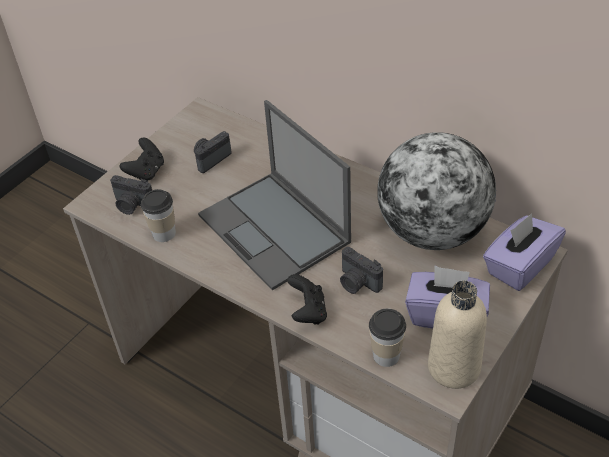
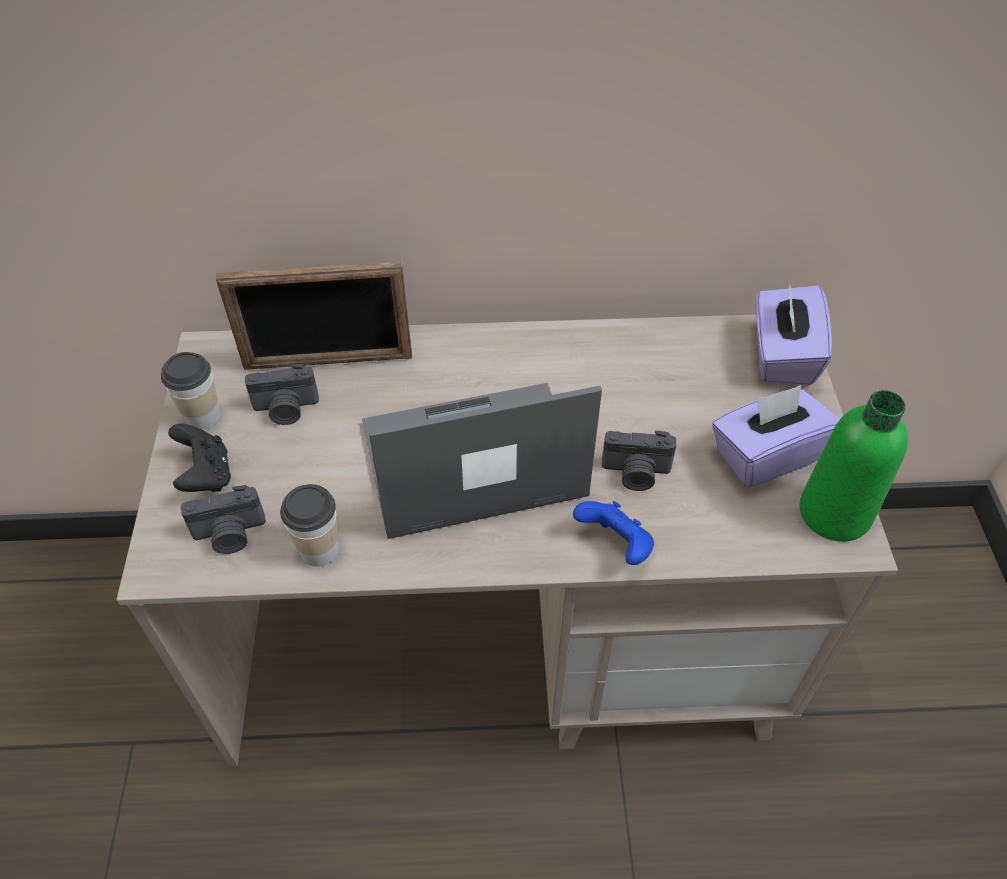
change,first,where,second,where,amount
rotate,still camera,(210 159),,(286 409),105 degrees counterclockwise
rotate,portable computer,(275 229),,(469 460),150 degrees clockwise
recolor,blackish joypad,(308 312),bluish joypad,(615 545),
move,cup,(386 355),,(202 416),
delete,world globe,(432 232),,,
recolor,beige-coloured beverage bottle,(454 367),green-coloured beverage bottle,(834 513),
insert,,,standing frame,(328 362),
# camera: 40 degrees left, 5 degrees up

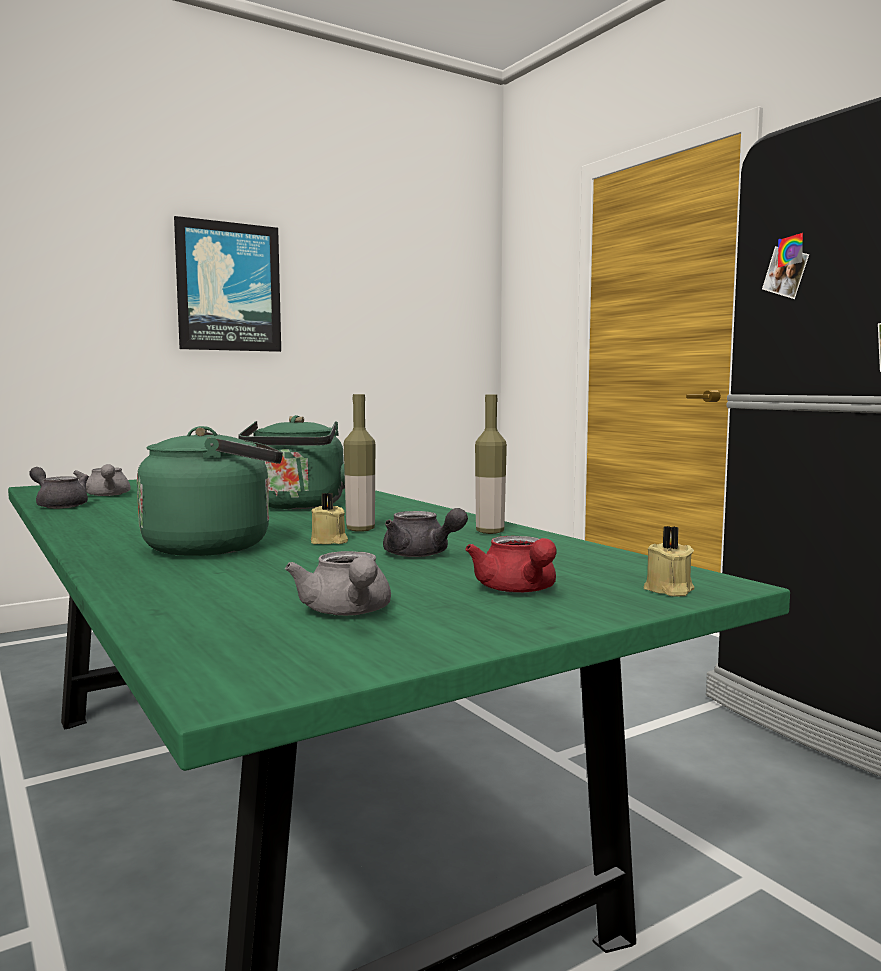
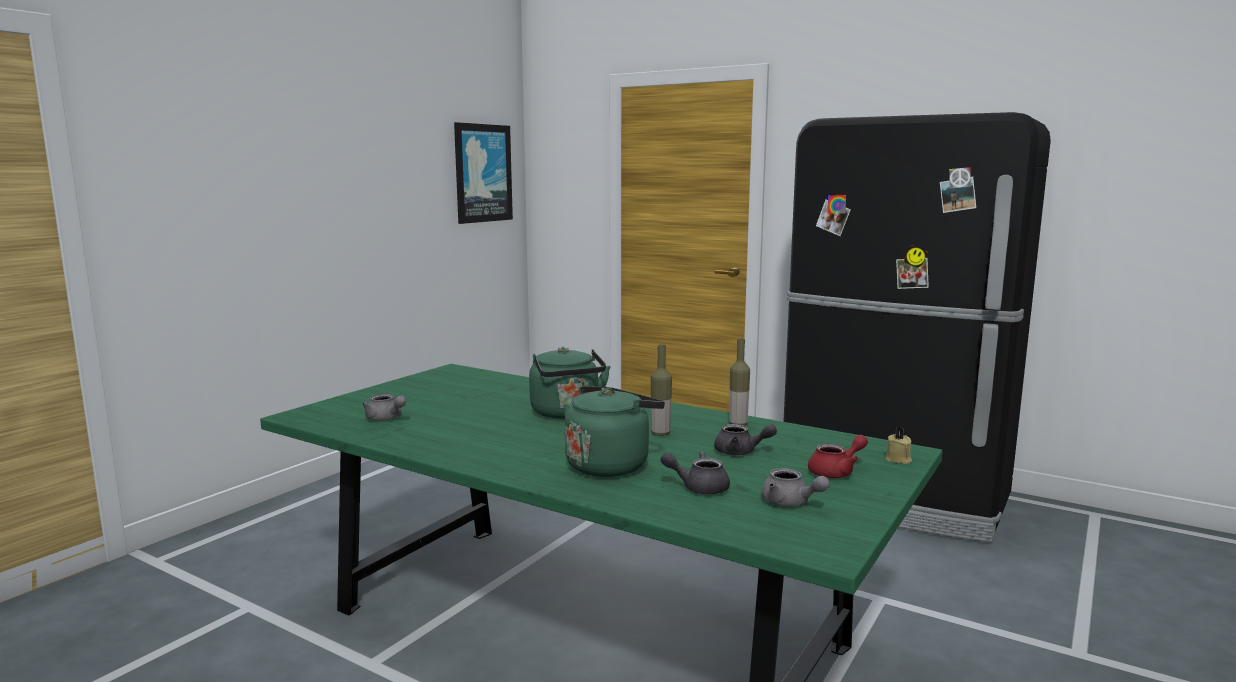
change,first,where,second,where,amount
move,greyish pot for tea,(59 505),,(698 487),
move,wall art,(228 287),,(482 173),
delete,beige-coloured wax light,(329 541),,,
rotate,red-coloured pot for tea,(518 590),,(836 472),75 degrees counterclockwise
# camera: 25 degrees left, 5 degrees up

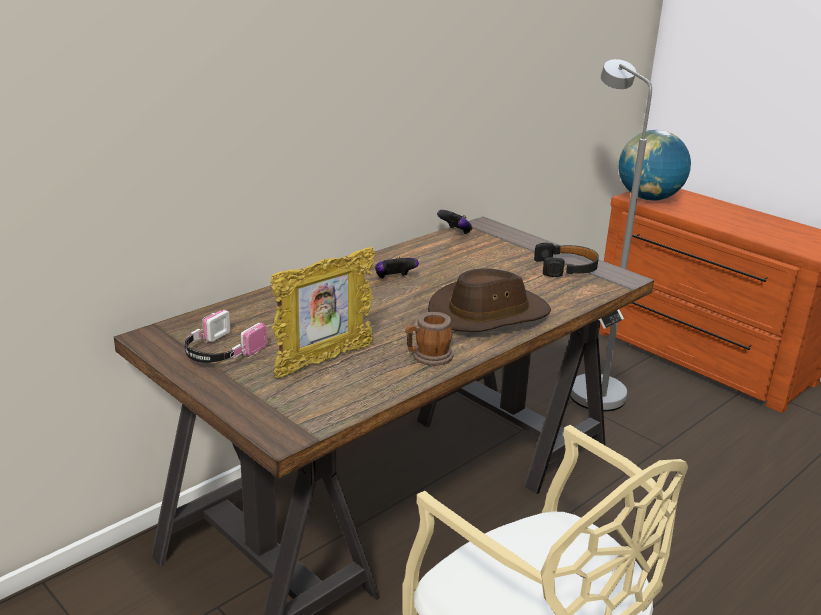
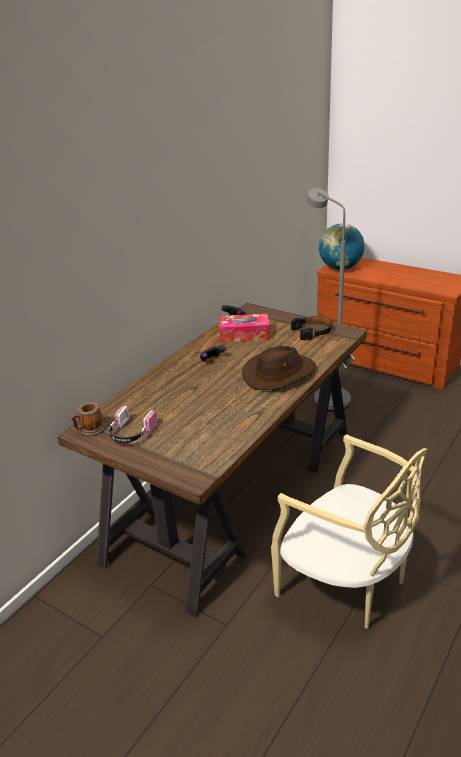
change,first,where,second,where,amount
delete,standing frame,(324 361),,,
move,tea mug,(428 357),,(89 430),
insert,,,box of tissues,(244 335),
# camera: 10 degrees left, 5 degrees up

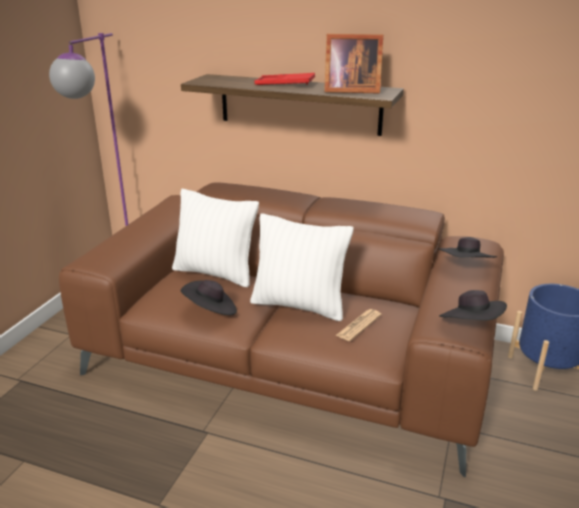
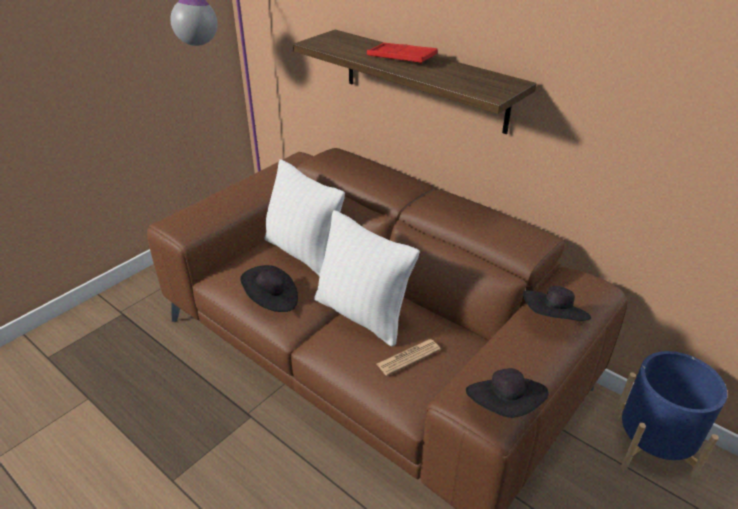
change,first,where,second,where,amount
delete,standing frame,(349 90),,,
# camera: 20 degrees right, 10 degrees up

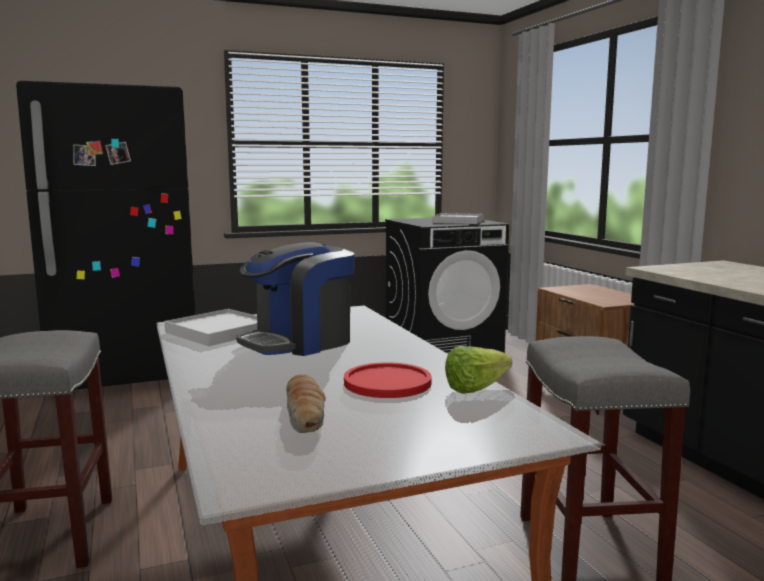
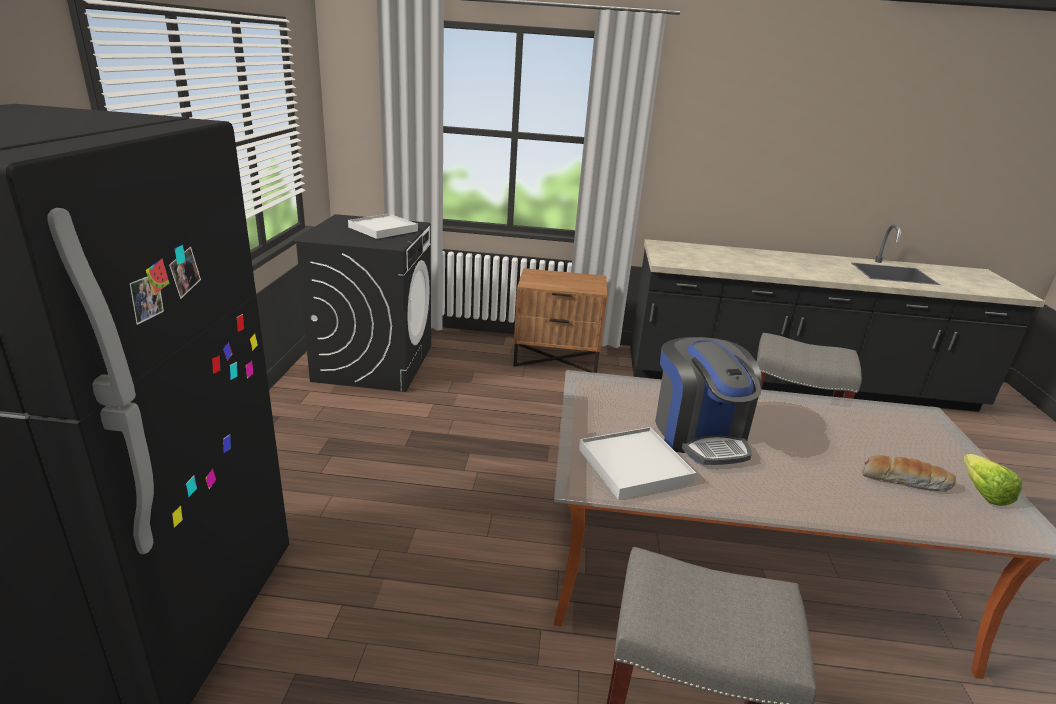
change,first,where,second,where,amount
delete,red-coloured flat dish,(387 382),,,
move,lettuce,(482 388),,(980 490),
# camera: 65 degrees left, 15 degrees up

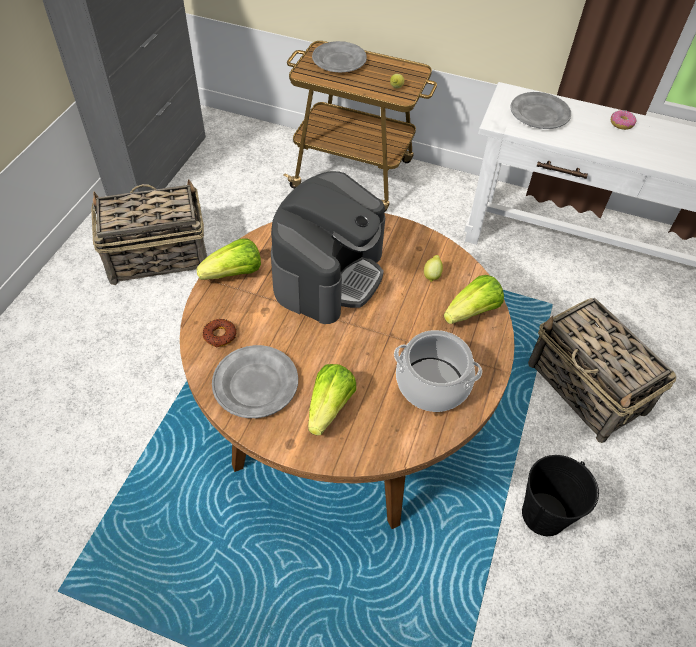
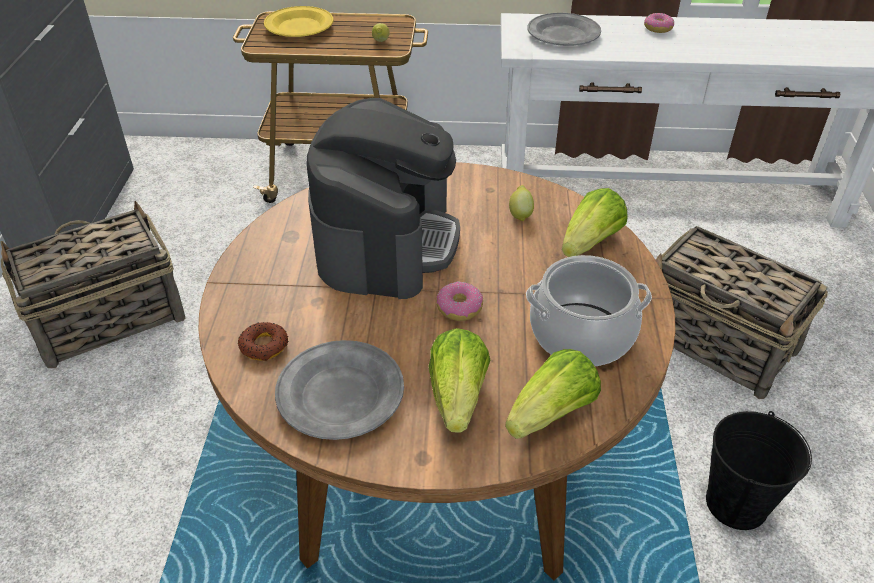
change,first,where,second,where,amount
move,lettuce,(234 273),,(552 414),
recolor,greyish flat dish,(339 61),yellow-coloured flat dish,(299 26),
insert,,,ring doughnut,(459 307),
# camera: 15 degrees left, 10 degrees down

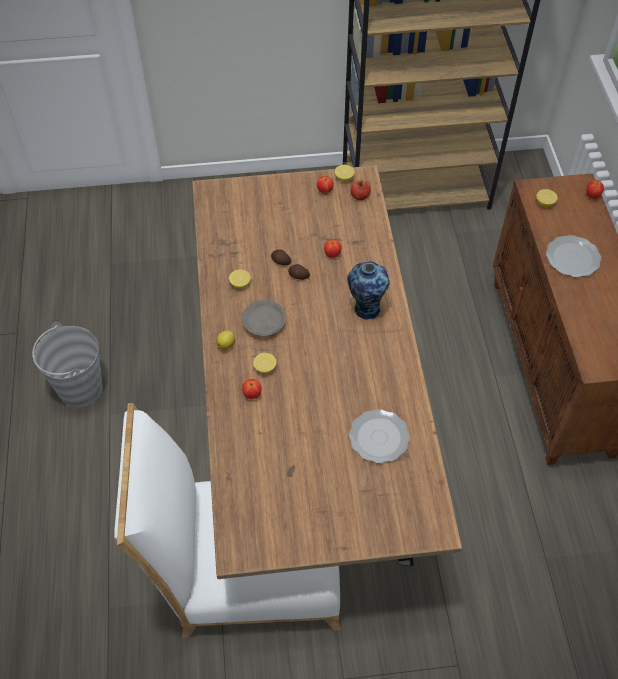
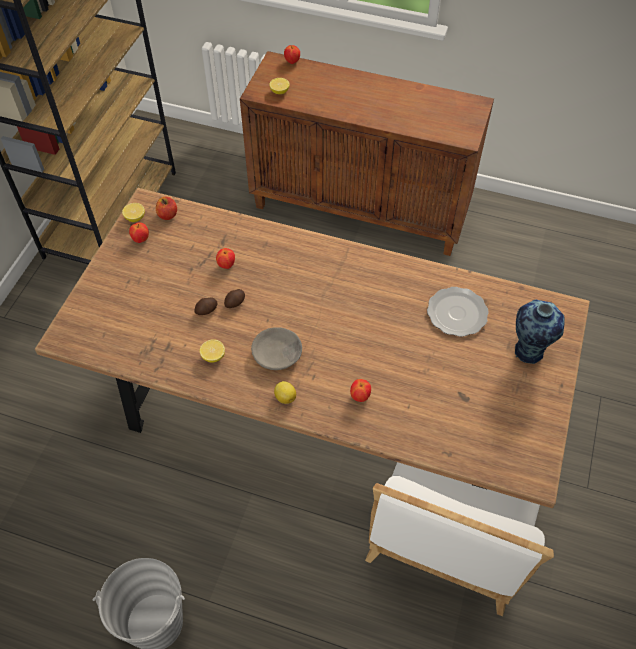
change,first,where,second,where,amount
delete,whole lemon,(265 368),,,
move,flower vase,(365 309),,(527 352),
delete,flat dish,(572 257),,,
# camera: 65 degrees left, 0 degrees up

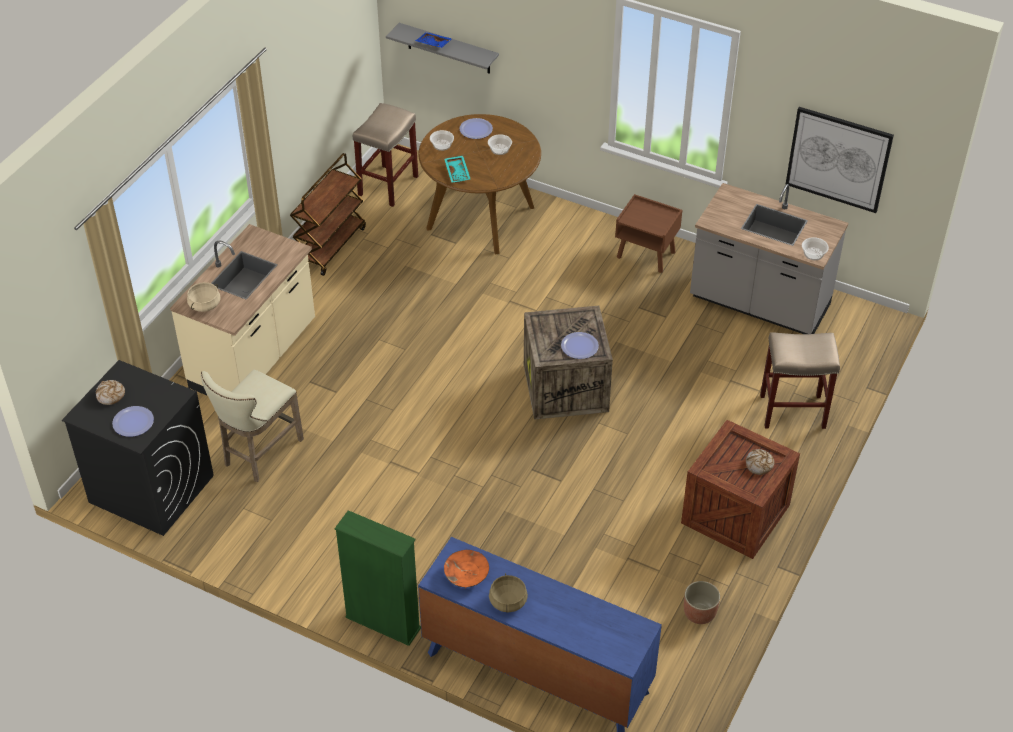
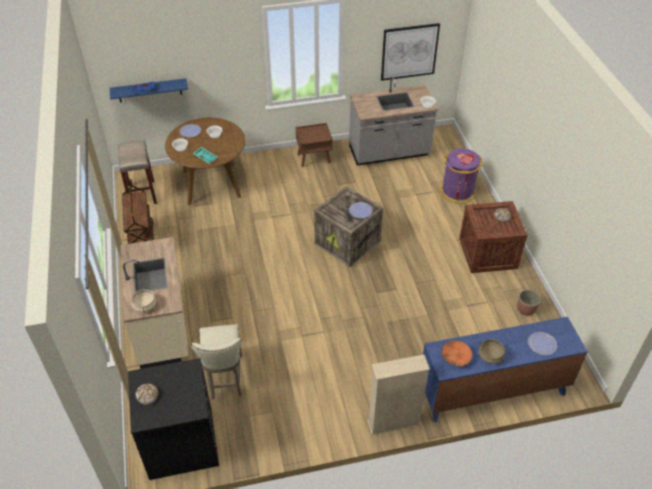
change,first,where,second,where,amount
move,flat dish,(133 422),,(542 344),
recolor,green-coloured shelving unit,(383 623),beige-coloured shelving unit,(393 423),
recolor,greyish wall shelf,(448 49),bluish wall shelf,(149 90),
replace,beige-coloured sitting stool,(793 411),purplish rubbish bin,(457 192),
# camera: 40 degrees left, 0 degrees up

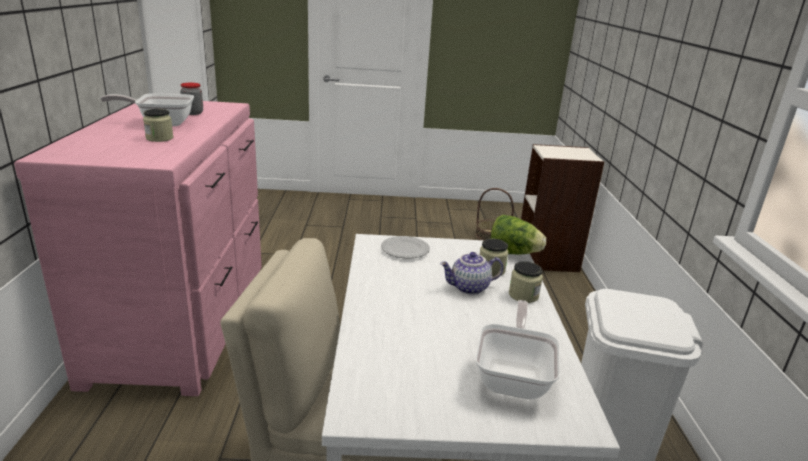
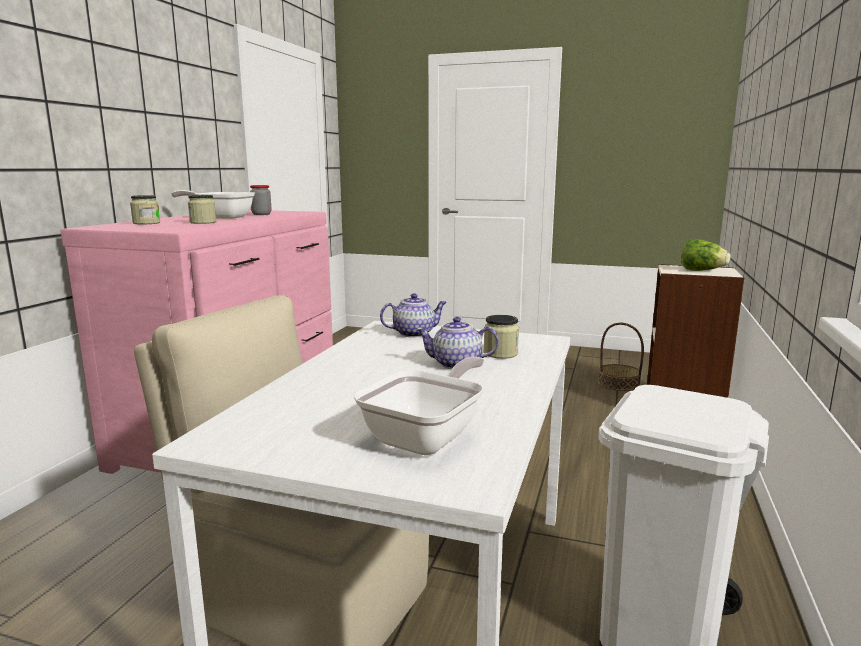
change,first,where,second,where,amount
replace,flat dish,(405 249),pot for tea,(414 333),
move,lettuce,(513 253),,(702 271),
move,jar,(523 295),,(146 223),
# camera: 20 degrees right, 10 degrees down

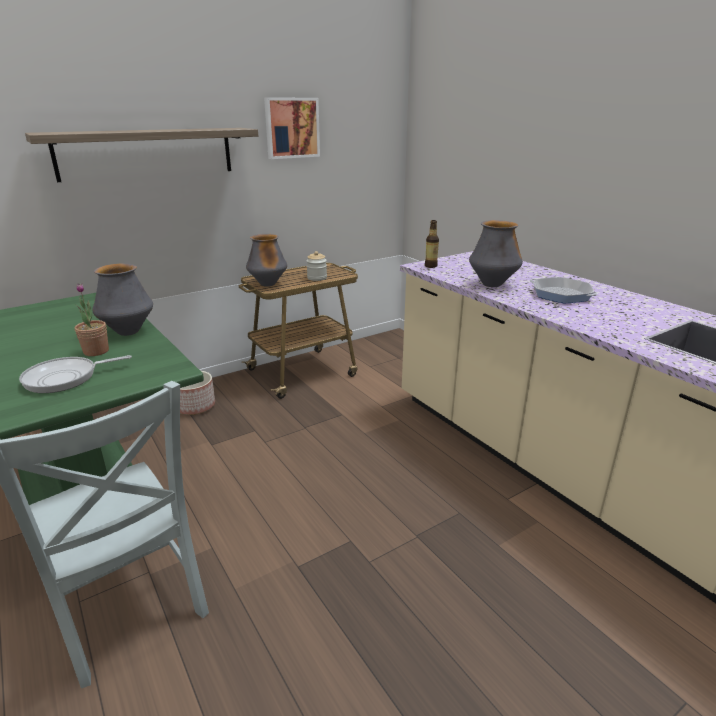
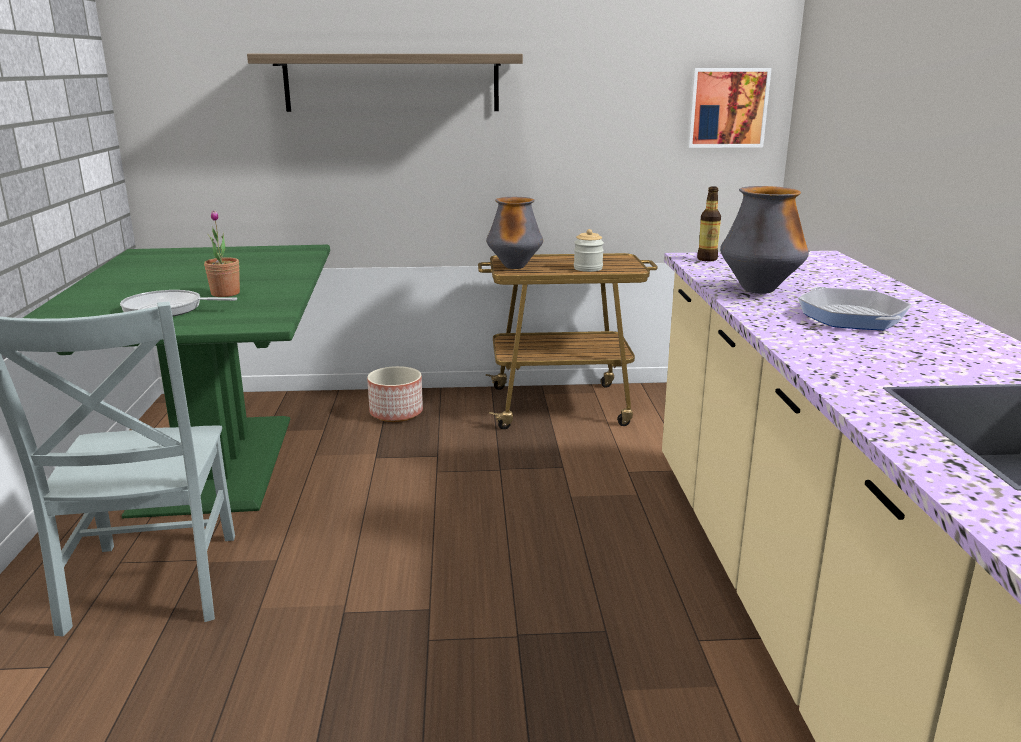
change,first,where,second,where,amount
delete,flower vase,(128 332),,,
move,wall art,(291 128),,(726 107),
# camera: 30 degrees right, 5 degrees down

